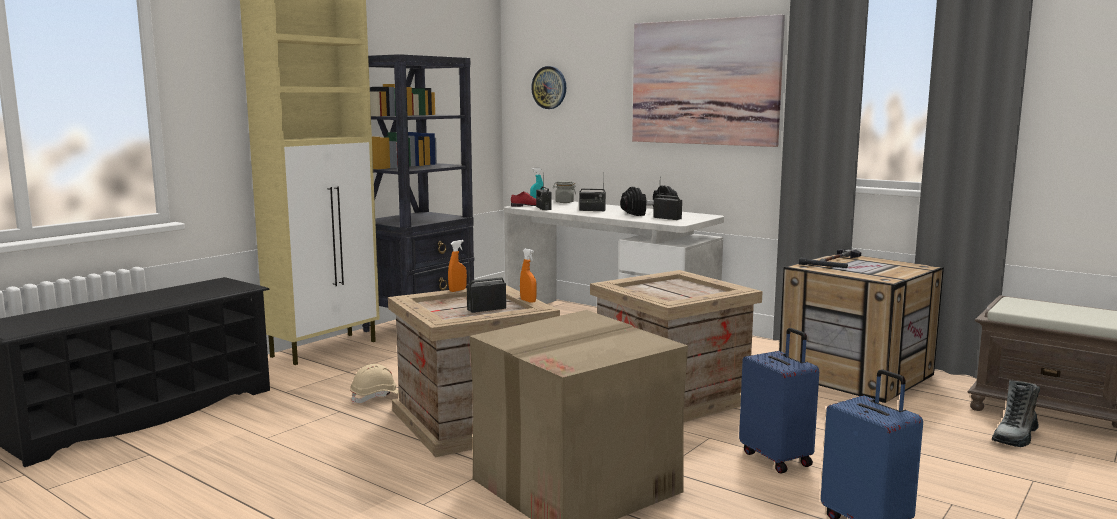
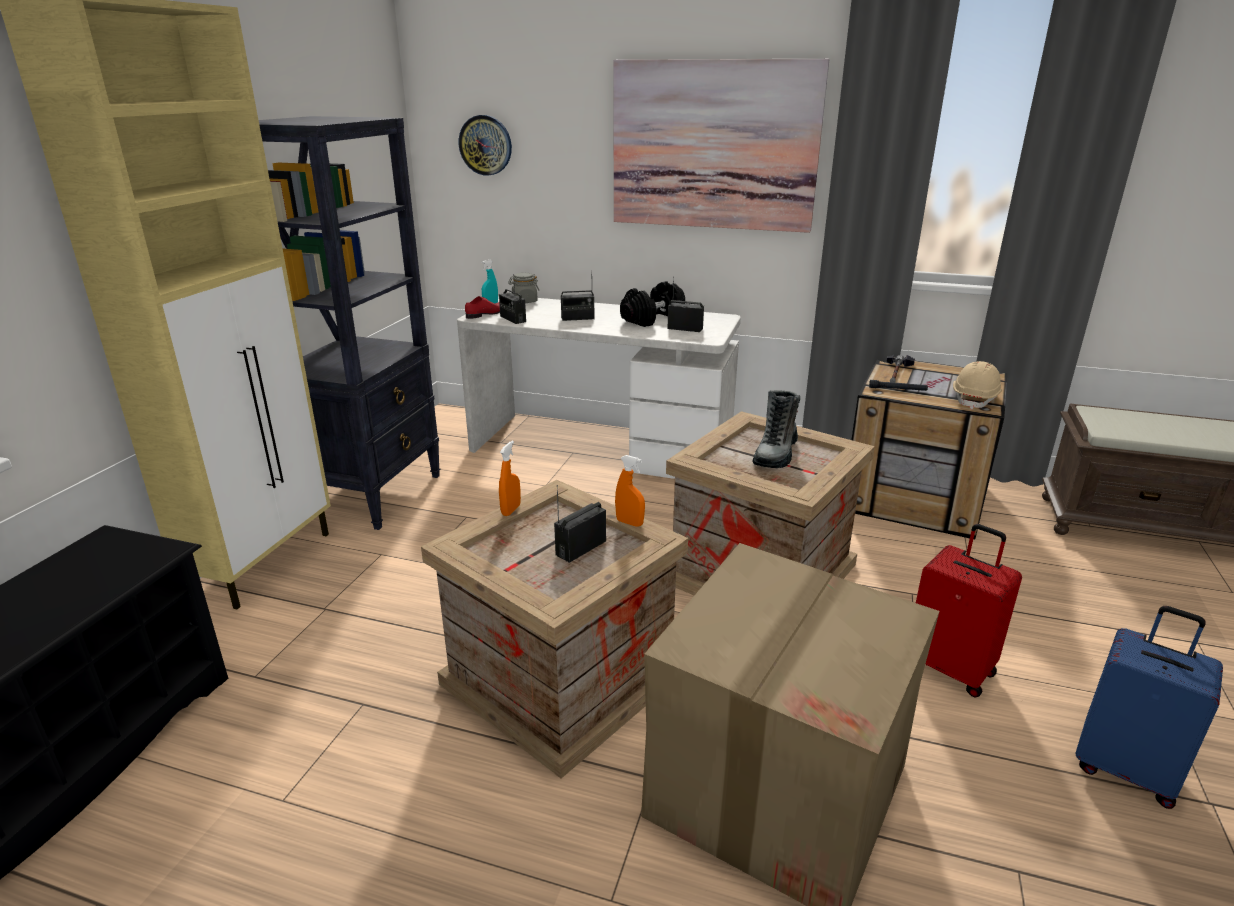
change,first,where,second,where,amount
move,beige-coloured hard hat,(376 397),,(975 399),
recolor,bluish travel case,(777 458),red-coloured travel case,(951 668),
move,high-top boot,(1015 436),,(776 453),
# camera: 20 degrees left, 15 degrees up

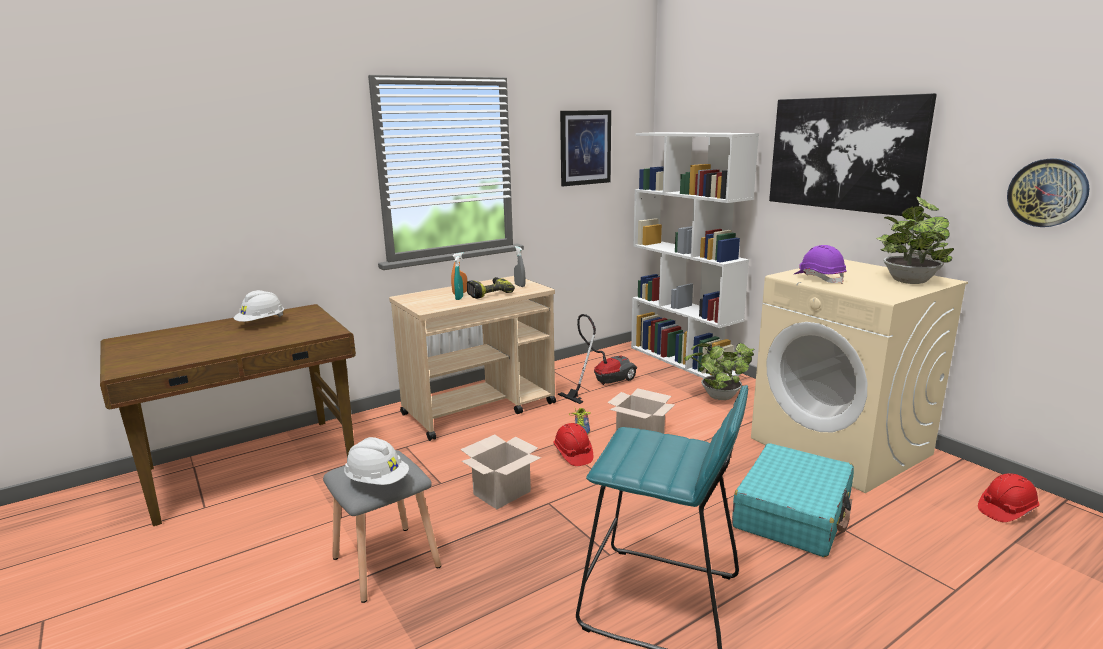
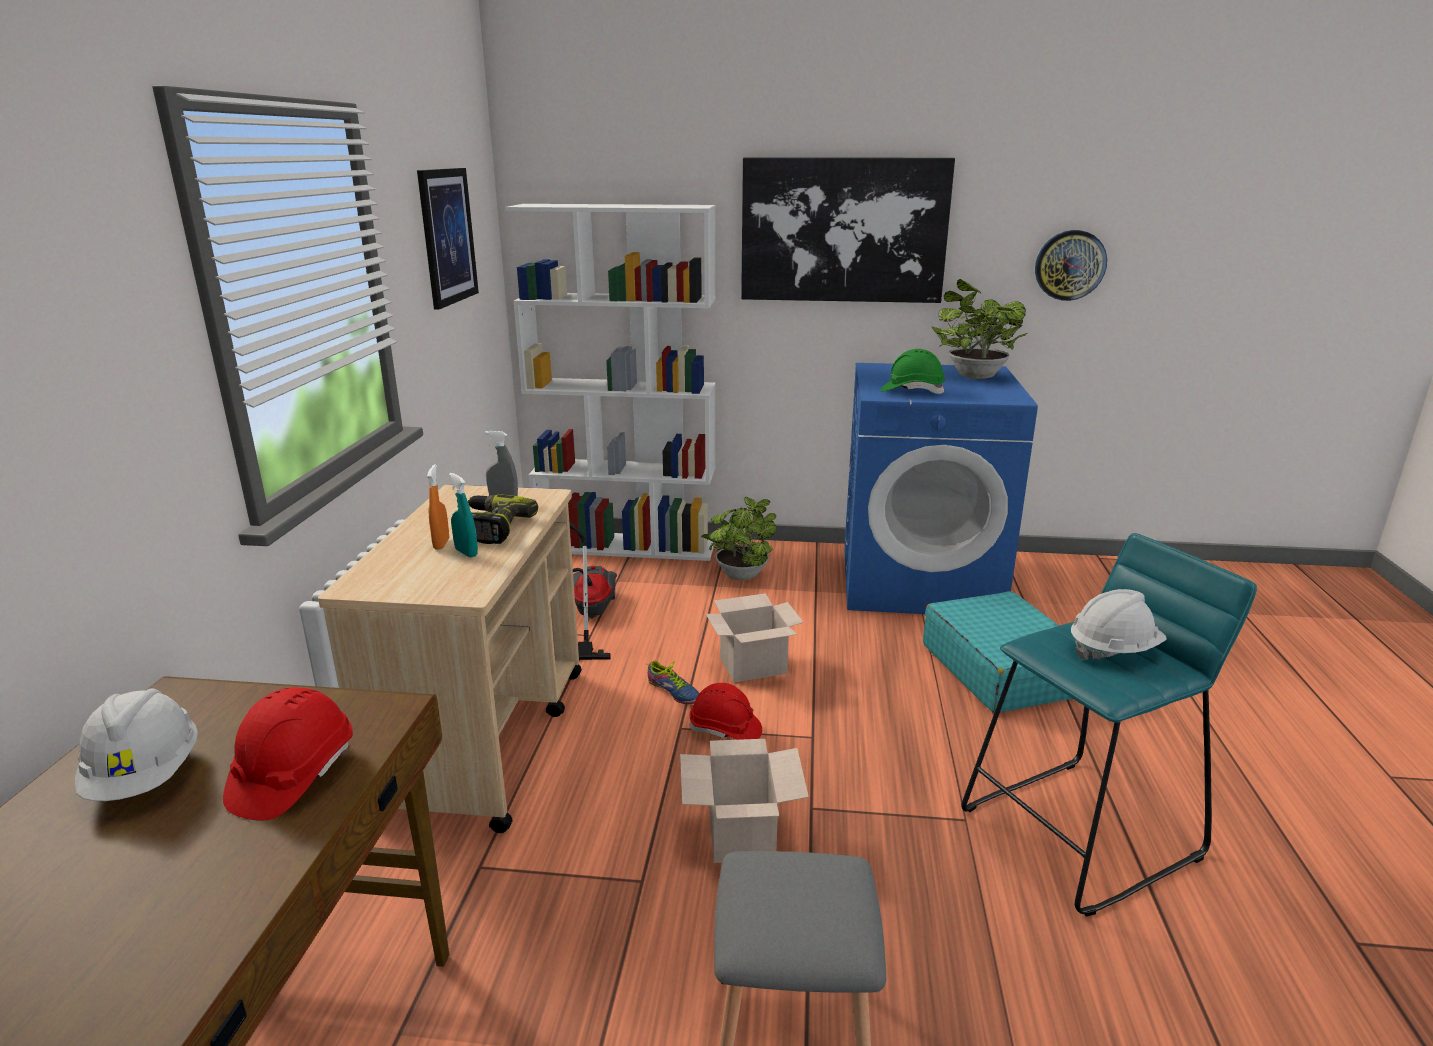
change,first,where,second,where,amount
move,white hard hat,(377 481),,(1113 650),
recolor,beige-coloured laundry appliance,(841 446),bluish laundry appliance,(920 581),
recolor,purplish hard hat,(819 278),green-coloured hard hat,(912 391),
move,red-coloured hard hat,(1006 510),,(293 775),
# camera: 50 degrees left, 5 degrees up

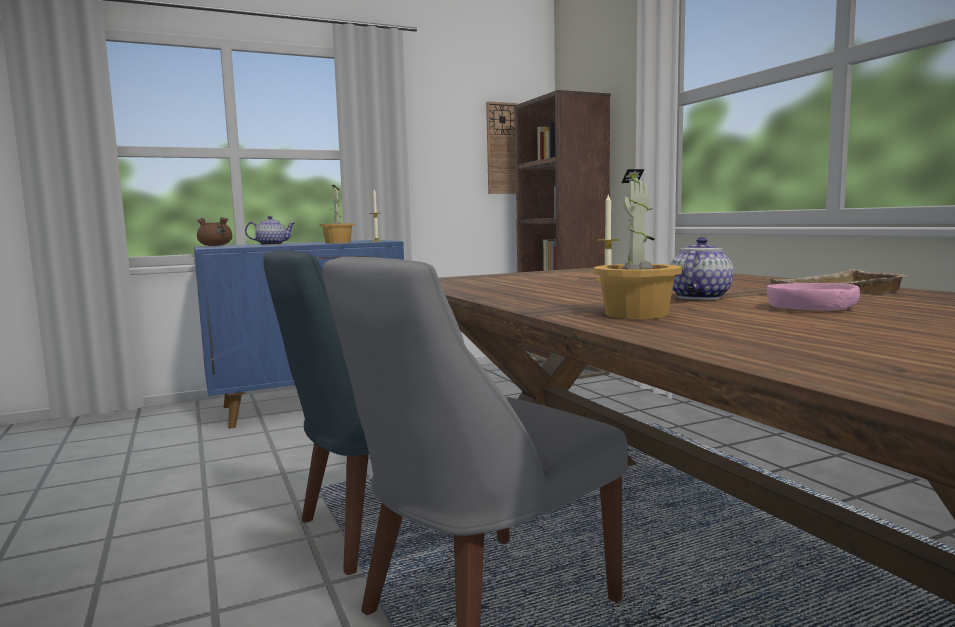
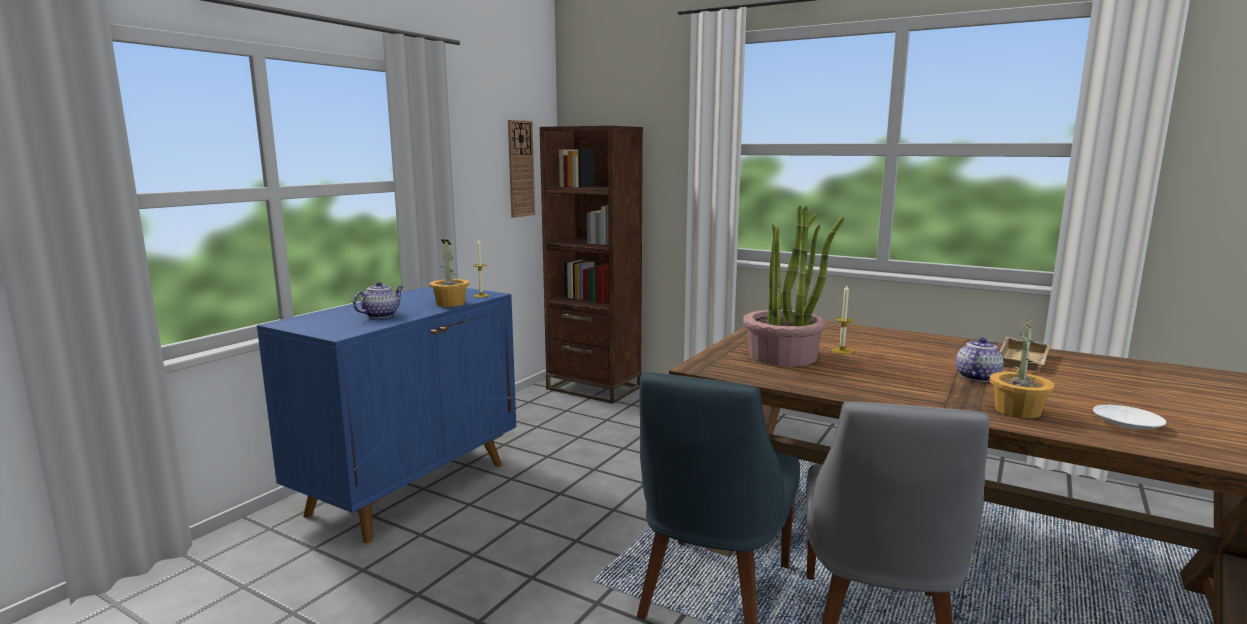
change,first,where,second,where,amount
delete,brownish stockpot,(216 245),,,
rotate,pot for tea,(699 297),,(977 377),45 degrees clockwise
delete,pink-coloured deep dish,(811 307),,,
insert,,,houseplant,(783 356),
insert,,,white flat dish,(1126 423),
# camera: 35 degrees left, 5 degrees up

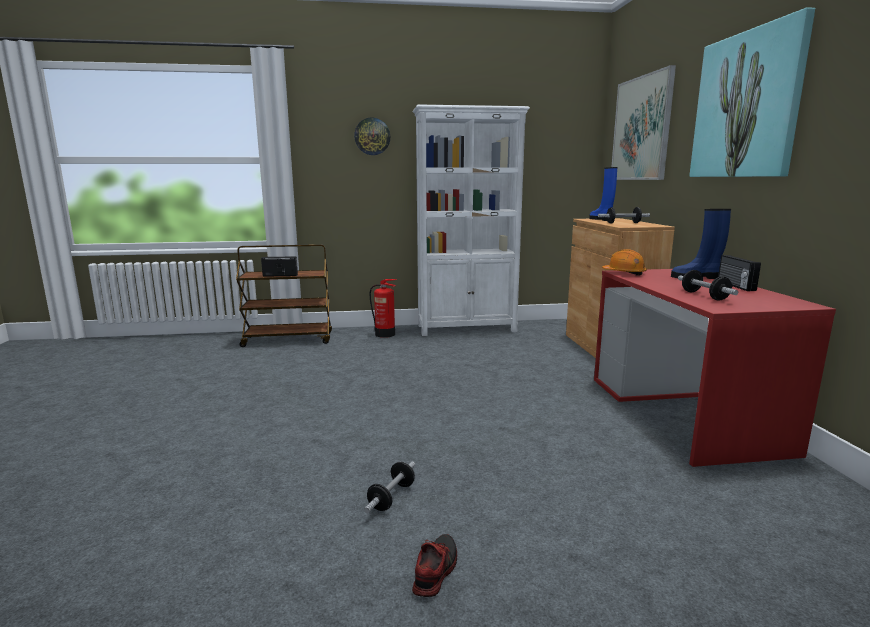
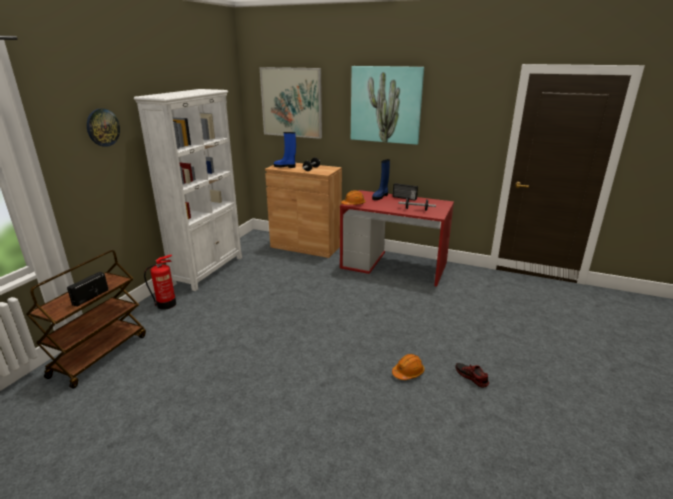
change,first,where,second,where,amount
replace,dumbbell,(391 497),orange hard hat,(408 372),
# camera: 60 degrees left, 10 degrees up

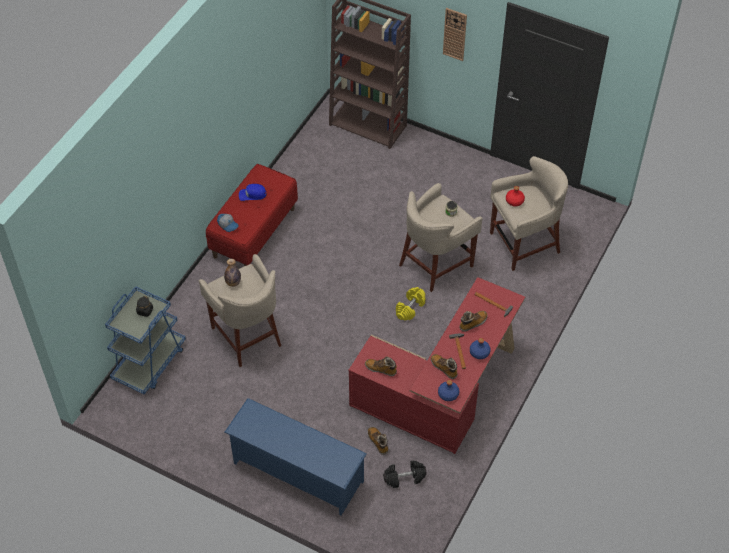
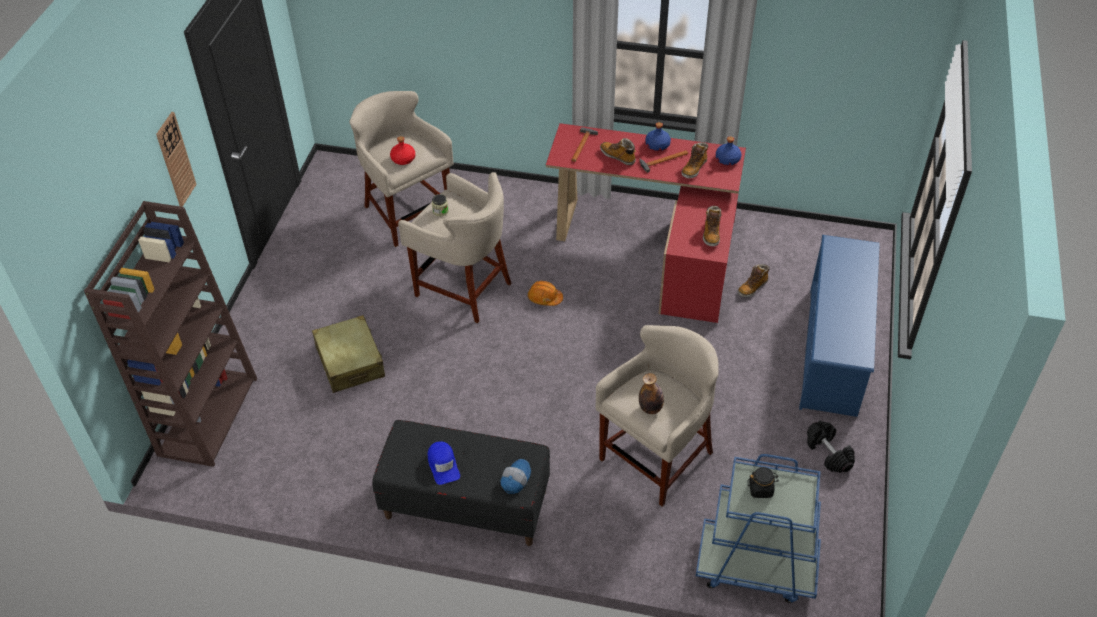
change,first,where,second,where,amount
recolor,red-coloured indoor bench,(254 232),blackish indoor bench,(465 505),
move,blackish dumbbell,(404 477),,(828 453),
replace,yellow-coloured dumbbell,(410 308),orange hard hat,(544 298),
insert,,,beige-coloured travel case,(350 362),
# camera: 105 degrees left, 5 degrees down

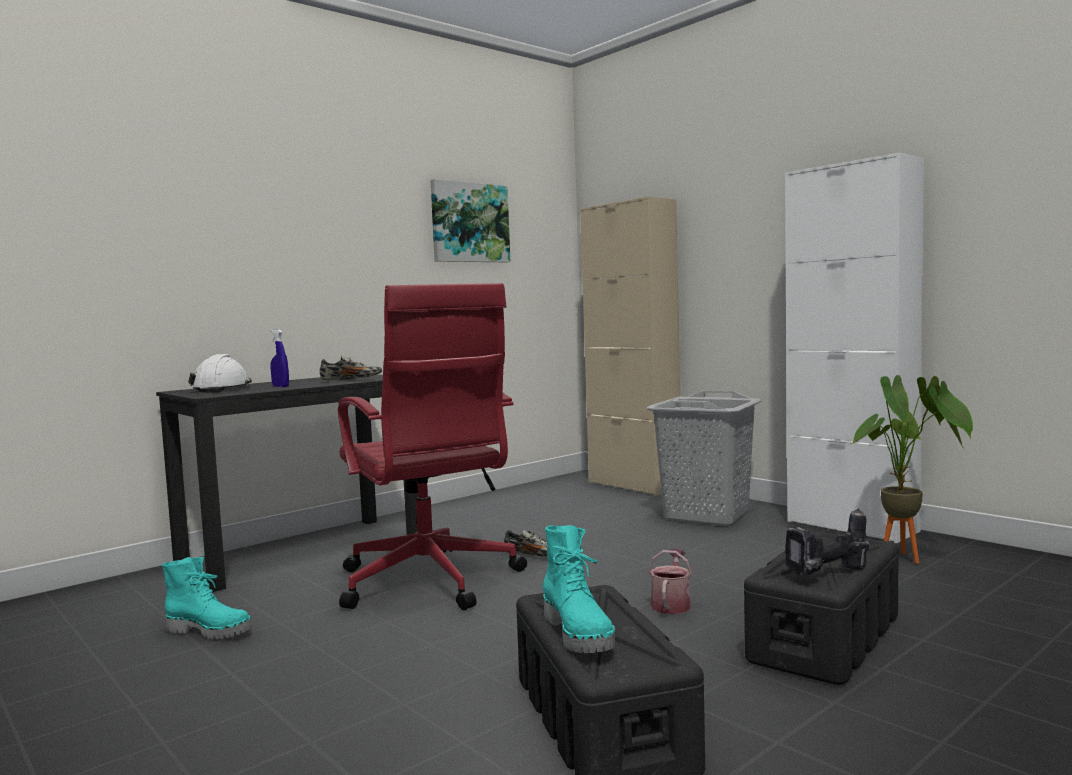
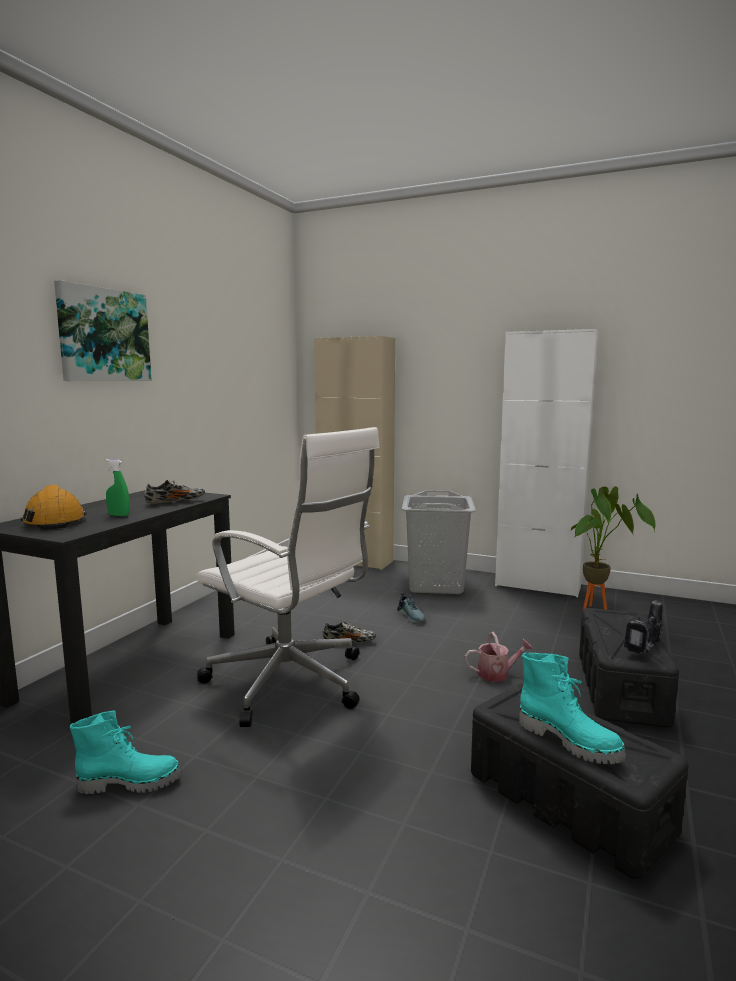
change,first,where,second,where,amount
recolor,white hard hat,(222 389),orange hard hat,(54 521),
recolor,bluish spray bottle,(280 386),green-coloured spray bottle,(118 515),
recolor,red-coloured office chair,(429 582),white office chair,(290 683),
move,wall art,(469 223),,(103 335),
rotate,watering pot,(671 604),,(497 674),90 degrees clockwise
insert,,,low shoe,(412 616),
# camera: 25 degrees left, 5 degrees up

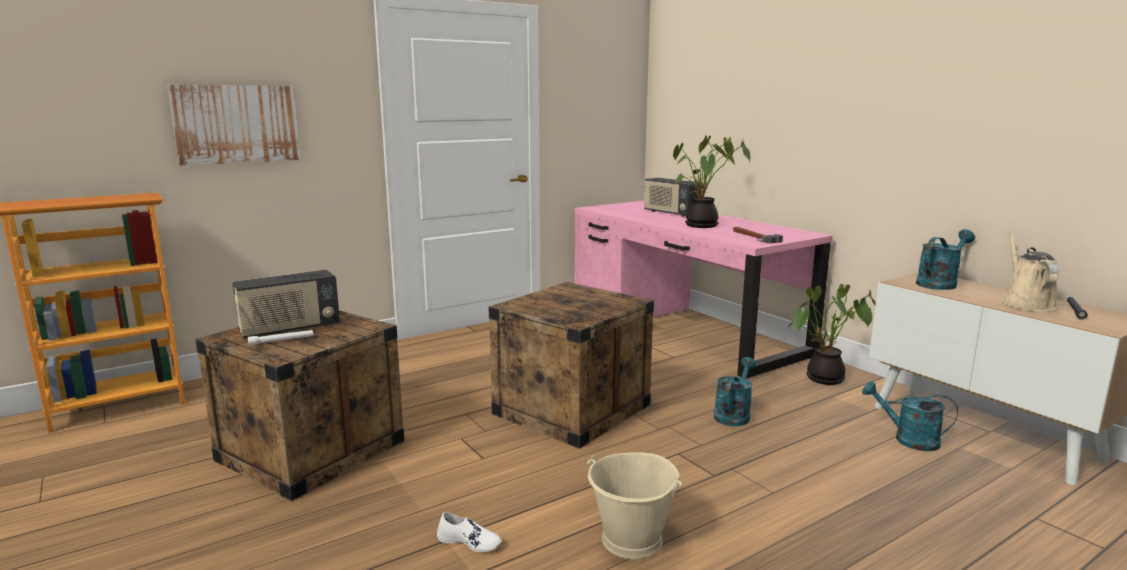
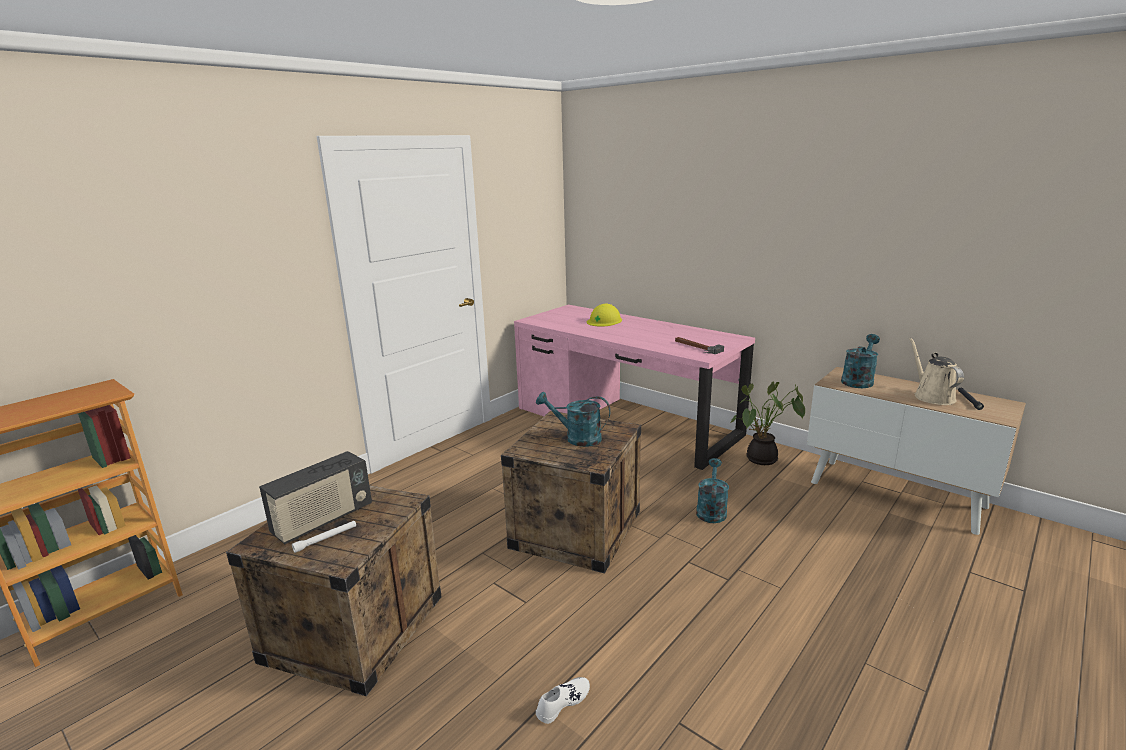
change,first,where,second,where,amount
delete,wall art,(237 124),,,
rotate,white low shoe,(469 541),,(563 702),45 degrees counterclockwise
delete,beige-coloured pail,(632 540),,,
replace,radio receiver,(670 213),yellow-coloured hard hat,(604 321),
delete,houseplant,(702 226),,,
move,turquoise watering pot,(908 439),,(577 438),
# camera: 15 degrees left, 5 degrees up

